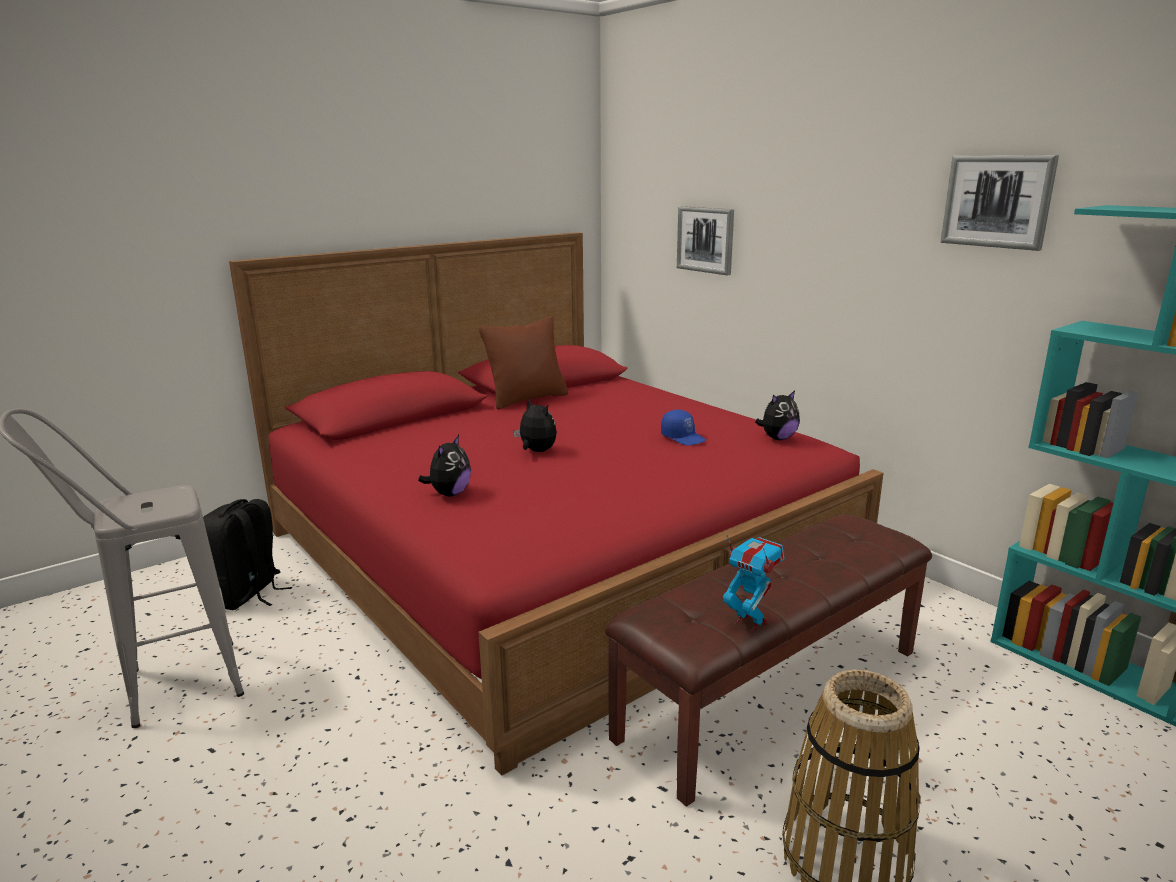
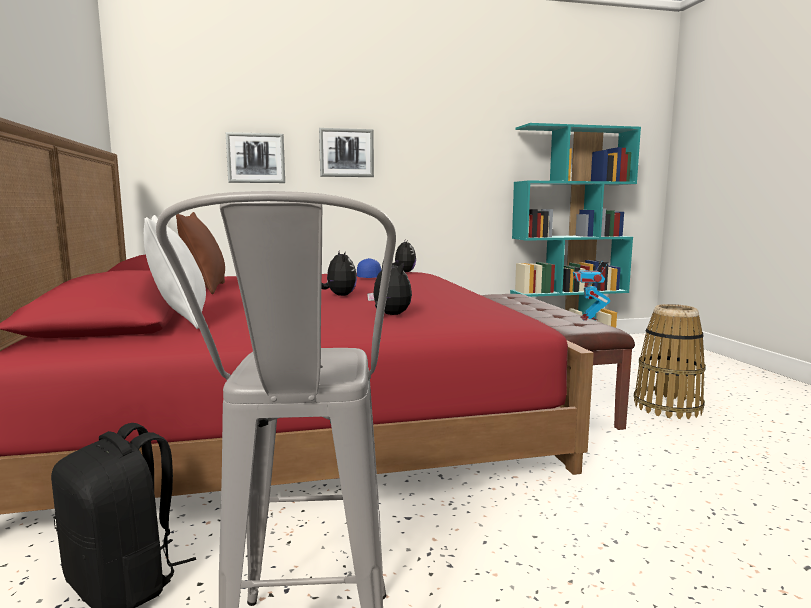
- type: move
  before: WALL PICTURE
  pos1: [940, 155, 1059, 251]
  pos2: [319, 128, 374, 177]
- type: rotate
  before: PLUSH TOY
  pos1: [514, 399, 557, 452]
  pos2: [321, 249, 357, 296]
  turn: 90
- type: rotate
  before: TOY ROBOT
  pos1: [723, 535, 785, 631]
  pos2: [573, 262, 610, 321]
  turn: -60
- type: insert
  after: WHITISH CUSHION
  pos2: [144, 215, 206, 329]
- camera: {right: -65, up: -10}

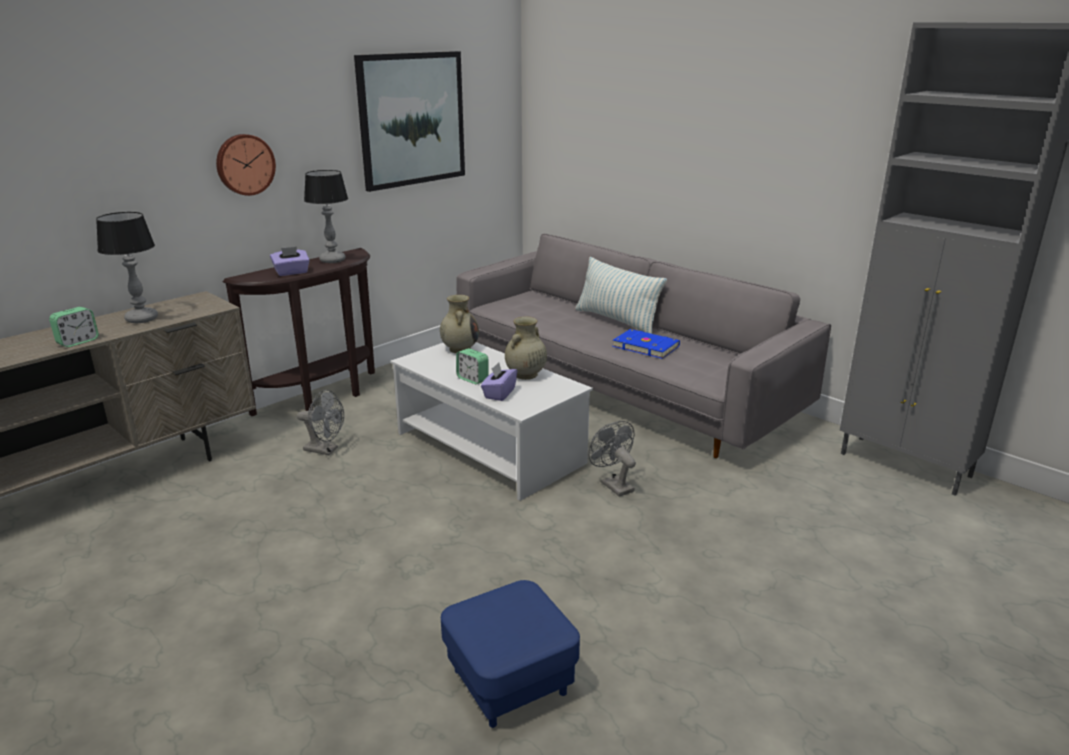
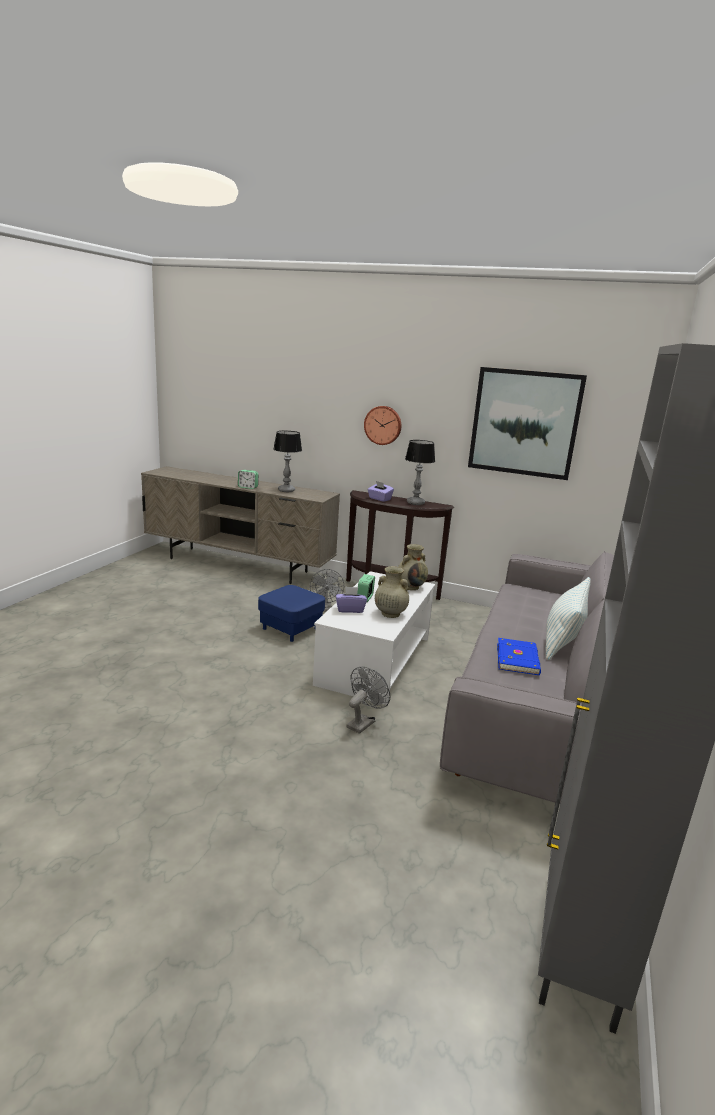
- type: move
  before: BLUE-COLOURED POUFFE
  pos1: [441, 580, 580, 728]
  pos2: [258, 585, 325, 642]
- camera: {right: 65, up: -5}

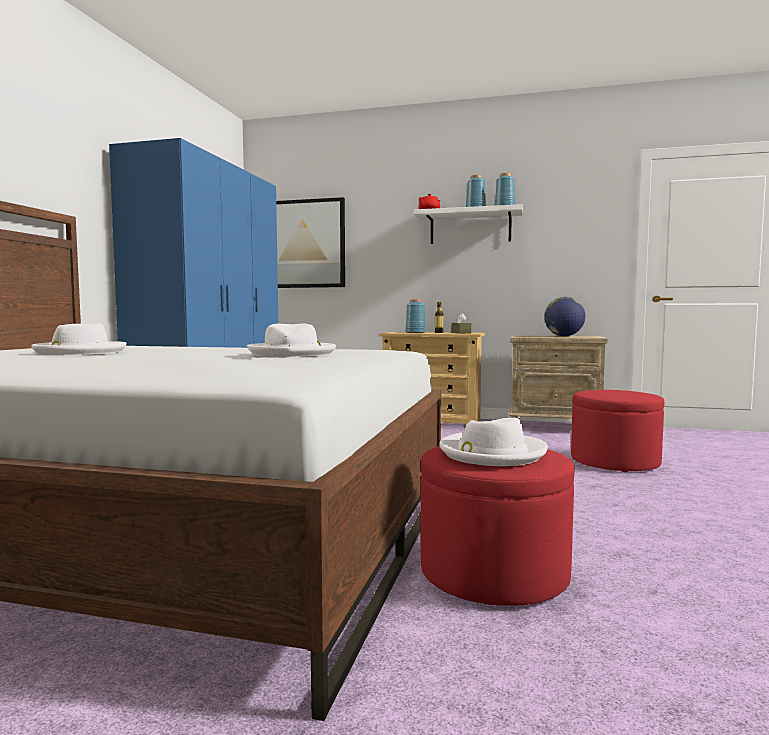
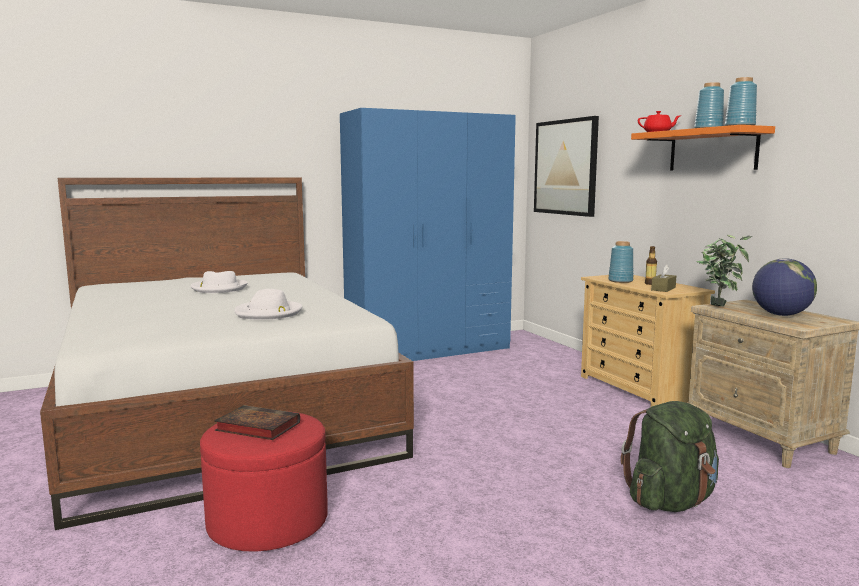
- type: recolor
  before: WHITISH BRACKET SHELF
  after: ORANGEY BRACKET SHELF
  pos1: [414, 204, 523, 244]
  pos2: [631, 125, 775, 171]
- type: replace
  before: RED-COLOURED POUFFE
  after: GREEN KNAPSACK
  pos1: [571, 390, 664, 472]
  pos2: [621, 401, 719, 512]
- type: replace
  before: WHITISH HAT
  after: BOUND BOOK
  pos1: [439, 418, 548, 466]
  pos2: [214, 405, 300, 440]
- type: insert
  after: POTTED PLANT
  pos2: [697, 235, 752, 306]
- camera: {right: 50, up: 5}

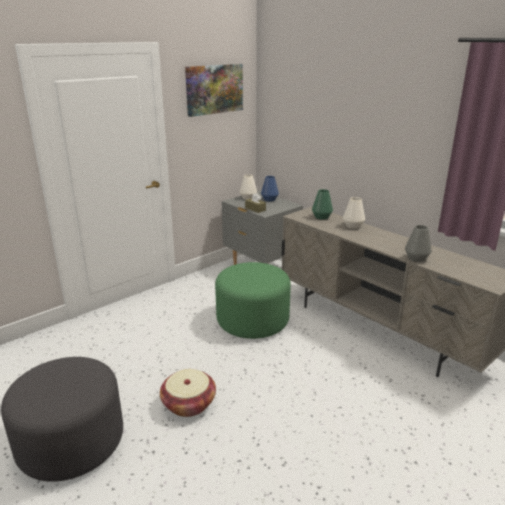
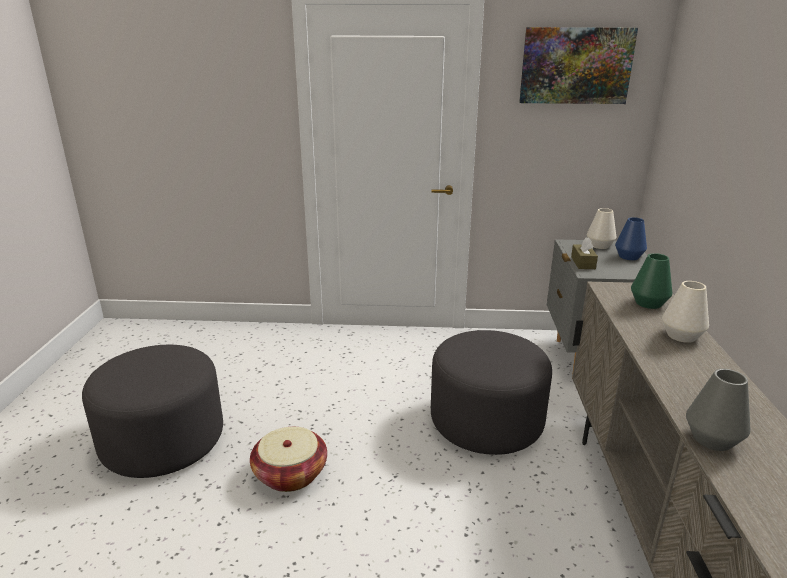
- type: recolor
  before: GREEN POUFFE
  after: GREY POUFFE
  pos1: [215, 262, 291, 339]
  pos2: [431, 330, 552, 455]
- camera: {right: 45, up: 0}

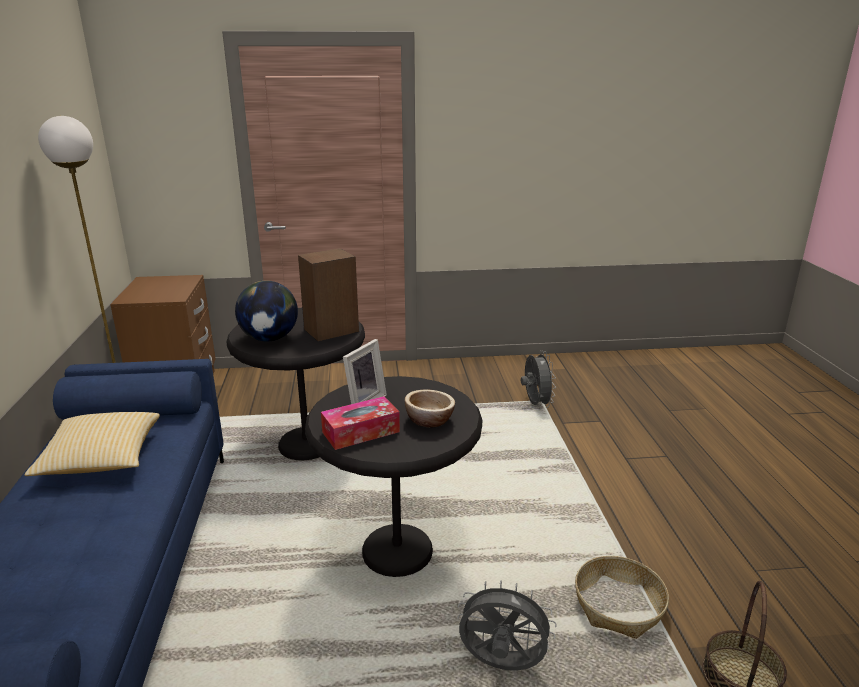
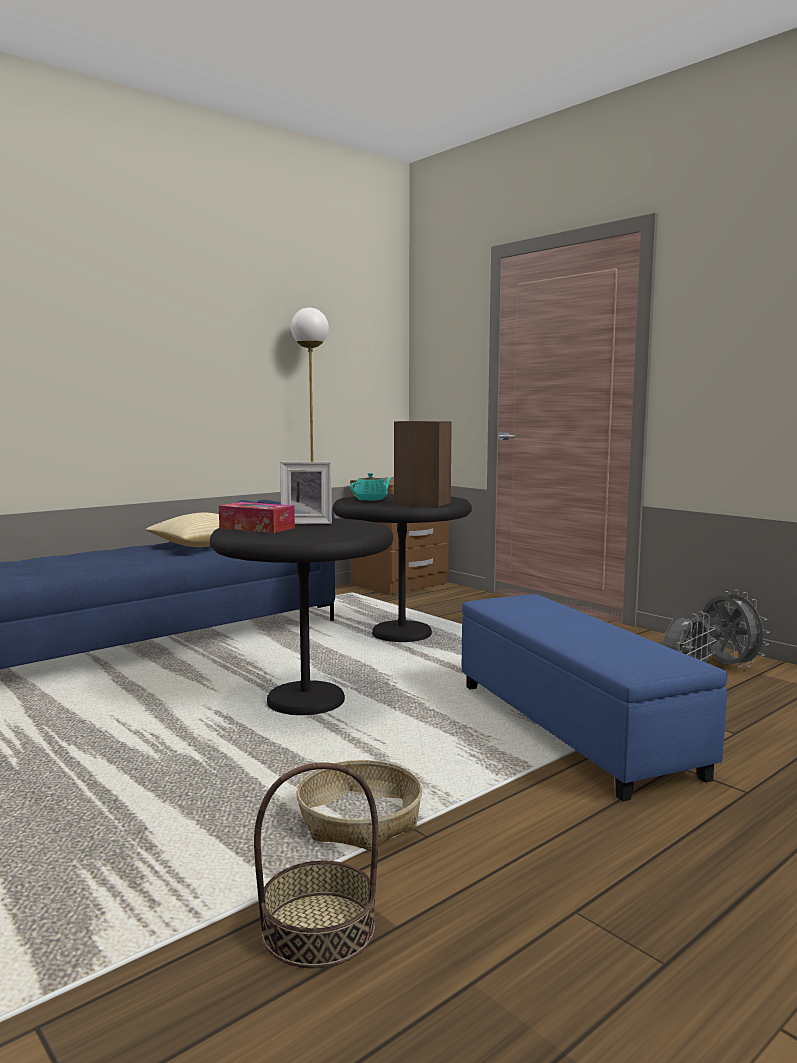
- type: replace
  before: WORLD GLOBE
  after: BLUE-GREEN POT FOR TEA
  pos1: [235, 281, 298, 341]
  pos2: [350, 473, 392, 501]
- type: delete
  before: BOWL
  pos1: [405, 390, 455, 428]
- type: move
  before: GREY COOLING FAN
  pos1: [457, 580, 557, 671]
  pos2: [701, 590, 770, 667]
- type: insert
  after: BLUE-COLOURED POUFFE
  pos2: [462, 594, 727, 801]
- camera: {right: 55, up: -15}

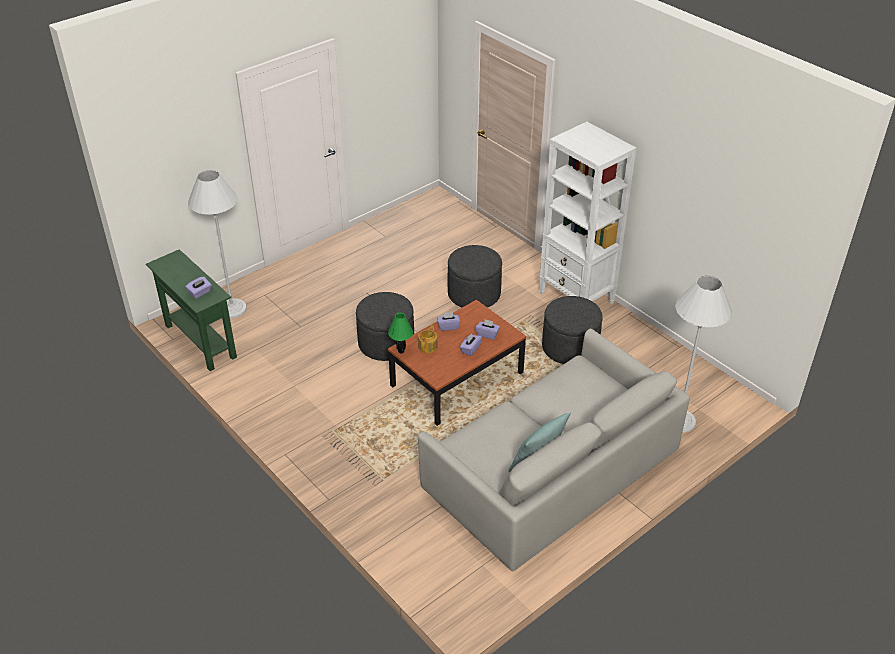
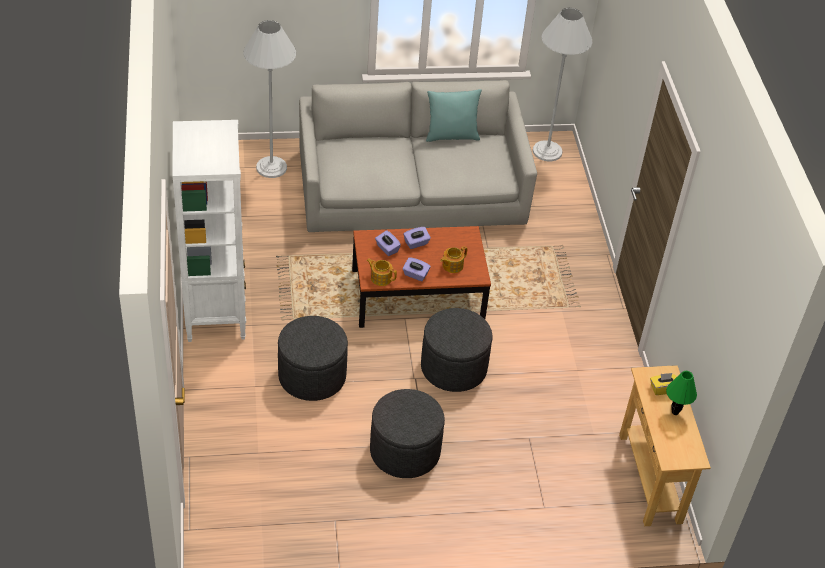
- type: move
  before: WHITISH FLOOR LAMP
  pos1: [188, 170, 247, 318]
  pos2: [533, 8, 593, 161]
- type: recolor
  before: GREEN HALL TABLE
  after: SAND-COLOURED HALL TABLE
  pos1: [146, 249, 237, 371]
  pos2: [619, 365, 711, 526]
- type: recolor
  before: PURPLE TISSUE HOLDER
  after: YELLOW TISSUE HOLDER
  pos1: [185, 276, 211, 299]
  pos2: [650, 373, 677, 395]
- type: move
  before: GREY POUFFE
  pos1: [542, 296, 603, 364]
  pos2: [370, 389, 445, 478]
- type: move
  before: GREEN TABLETOP LAMP
  pos1: [388, 313, 413, 354]
  pos2: [666, 371, 697, 415]
- type: insert
  after: POT FOR TEA
  pos2: [367, 259, 397, 286]
- camera: {right: -150, up: 5}

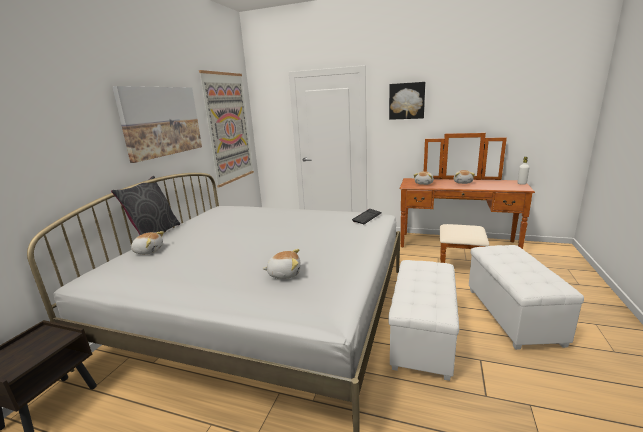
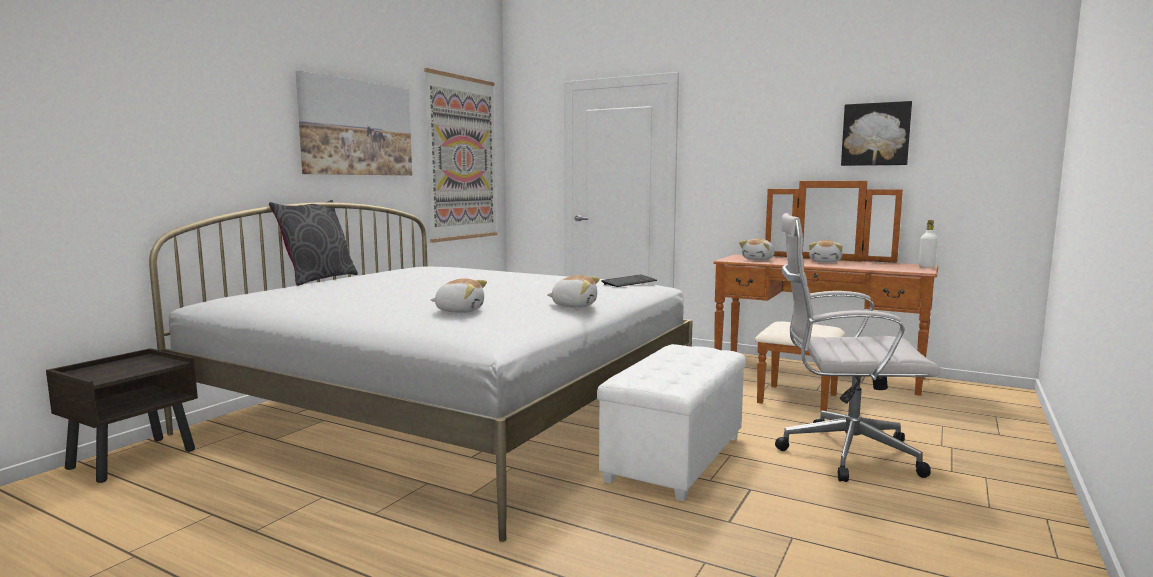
- type: move
  before: WALL PICTURE
  pos1: [389, 82, 425, 120]
  pos2: [841, 101, 912, 166]
- type: move
  before: PLUSH TOY
  pos1: [131, 231, 164, 254]
  pos2: [547, 275, 600, 308]
- type: replace
  before: WHITISH POUFFE
  after: WHITISH DESK CHAIR
  pos1: [469, 245, 584, 350]
  pos2: [775, 213, 941, 482]
- camera: {right: 10, up: -10}

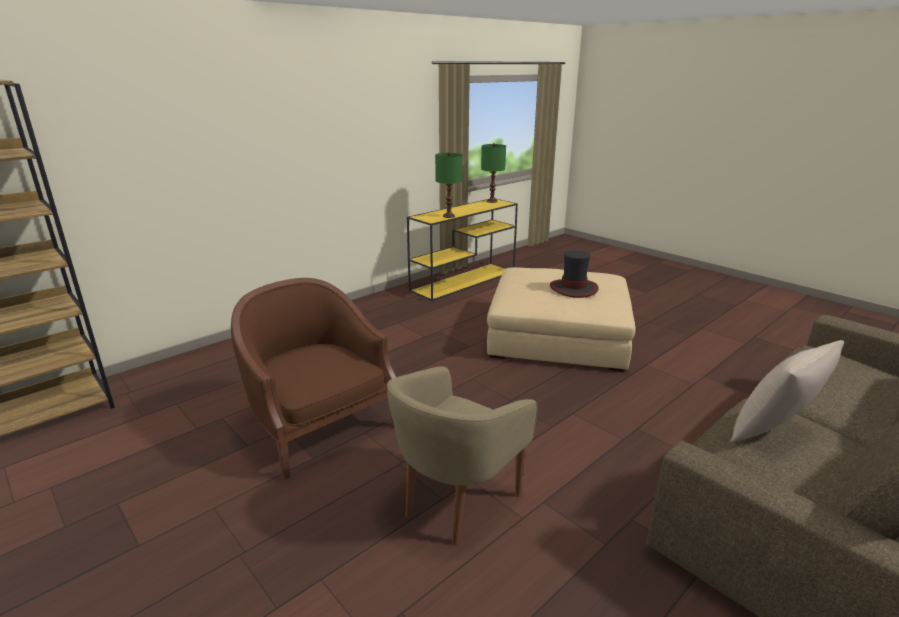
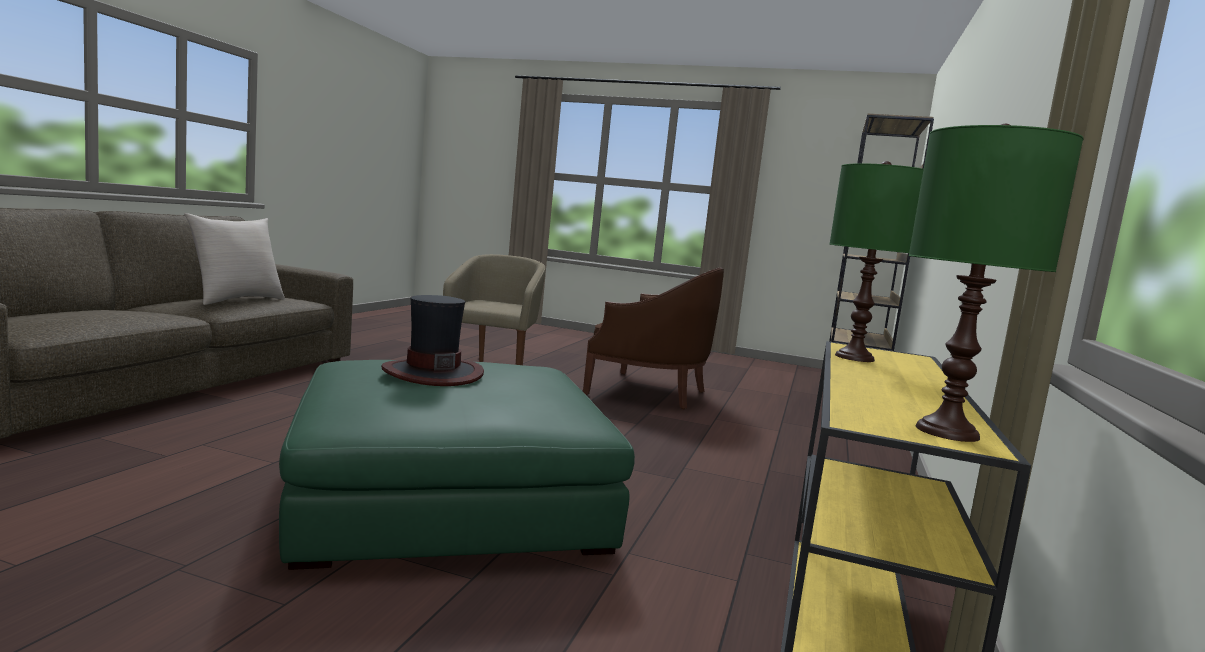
- type: recolor
  before: SAND-COLOURED POUFFE
  after: GREEN POUFFE
  pos1: [487, 267, 635, 372]
  pos2: [279, 360, 635, 570]
- camera: {right: 150, up: -15}

